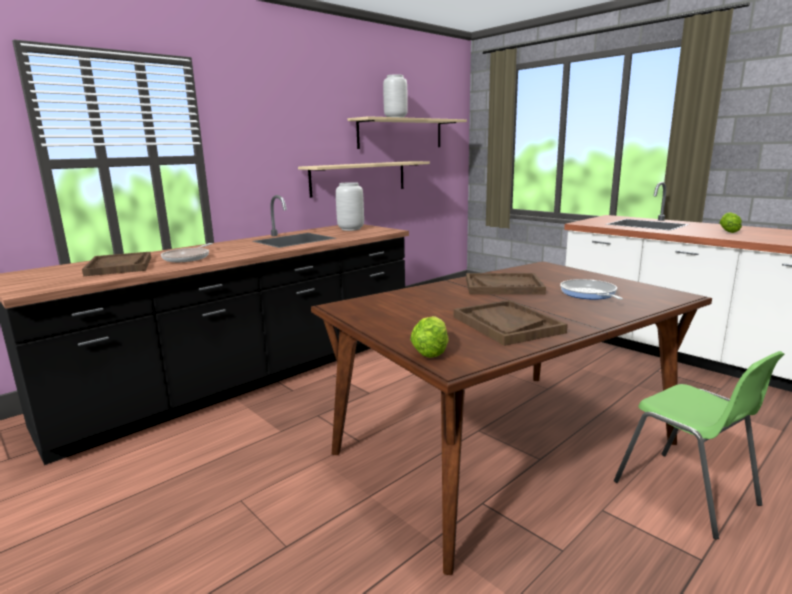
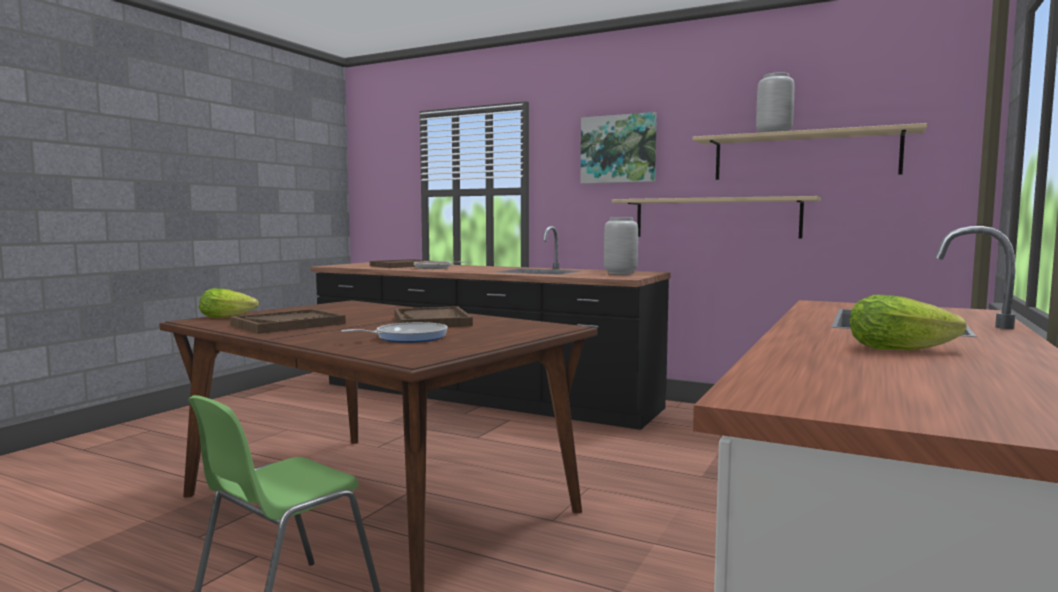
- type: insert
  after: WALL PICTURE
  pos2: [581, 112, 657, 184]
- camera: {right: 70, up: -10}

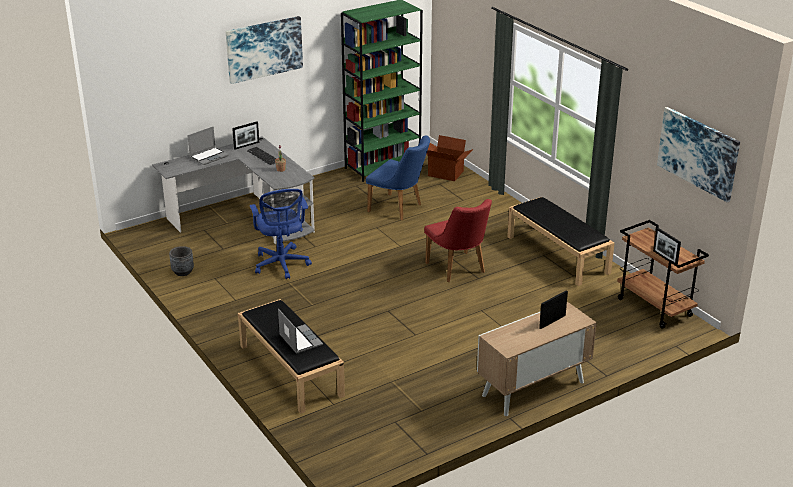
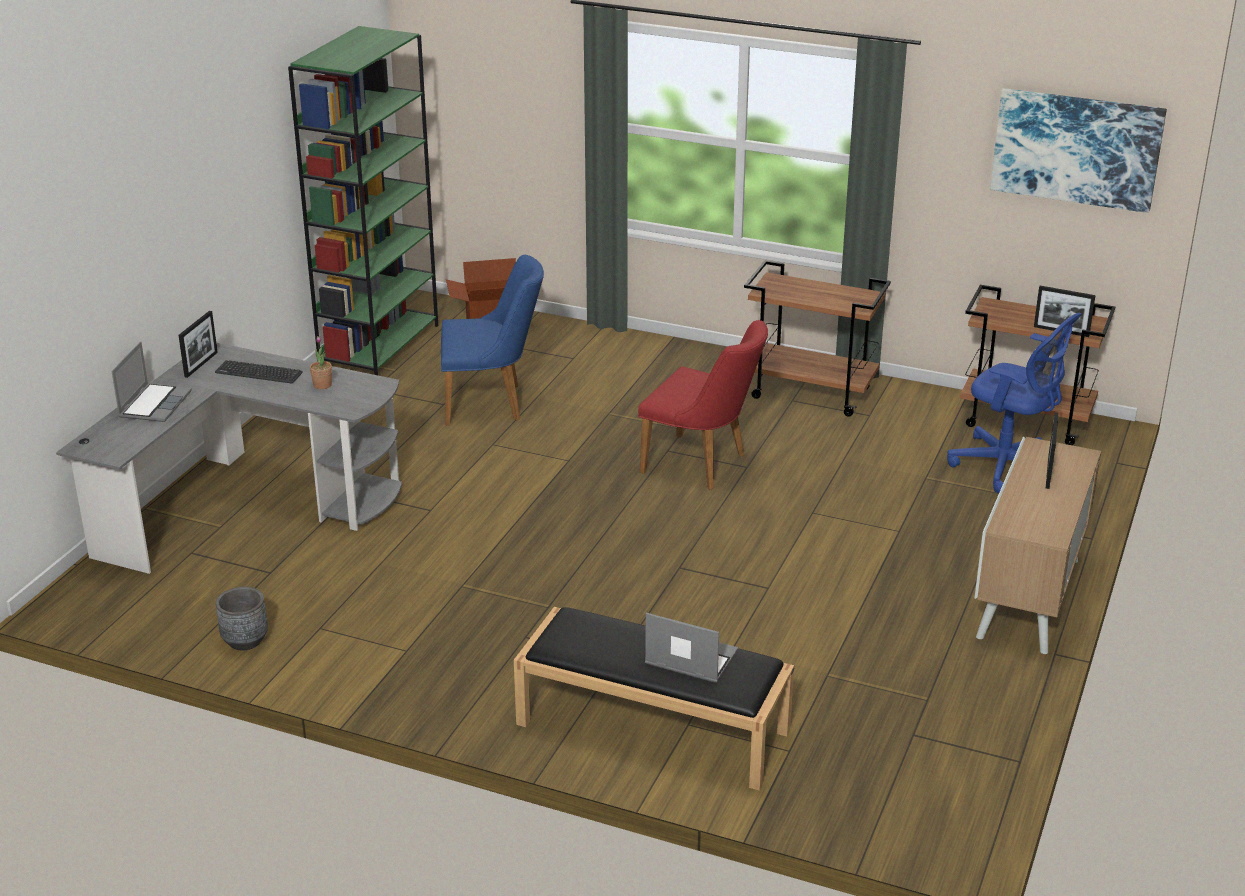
- type: delete
  before: WALL PICTURE
  pos1: [226, 16, 303, 84]
- type: move
  before: BLUE-COLOURED DESK CHAIR
  pos1: [250, 189, 312, 279]
  pos2: [947, 313, 1082, 493]
- type: replace
  before: BLACK LONG SEAT
  after: BROWNISH CART
  pos1: [507, 197, 614, 286]
  pos2: [744, 260, 891, 417]
- camera: {right: -35, up: 0}

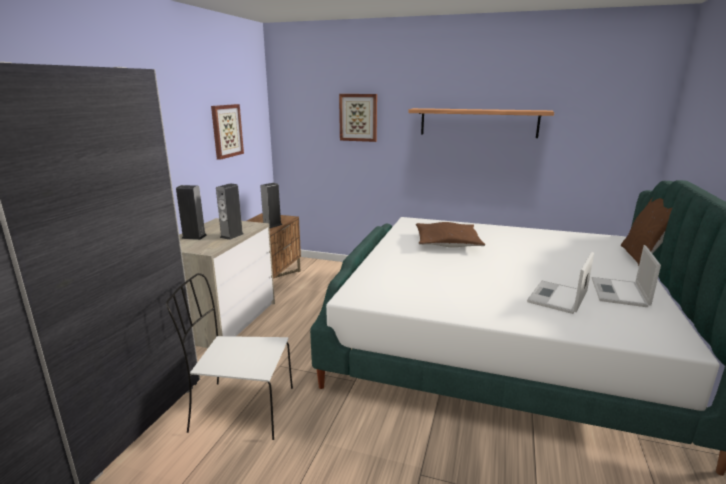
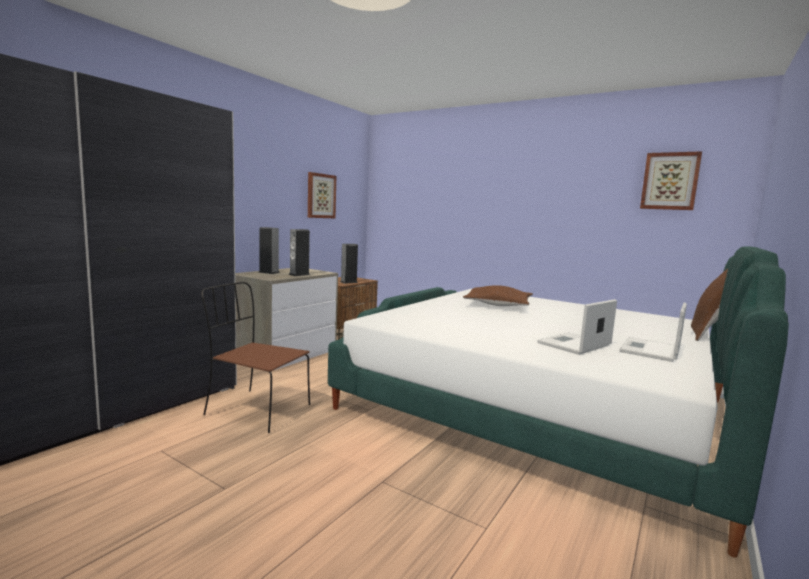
- type: move
  before: WALL PICTURE
  pos1: [339, 94, 377, 142]
  pos2: [640, 151, 702, 210]
- type: delete
  before: BRACKET SHELF
  pos1: [408, 108, 554, 138]
- type: recolor
  before: WHITISH UPRIGHT CHAIR
  after: BROWNISH UPRIGHT CHAIR
  pos1: [166, 273, 293, 440]
  pos2: [201, 282, 310, 433]
- camera: {right: 15, up: -10}

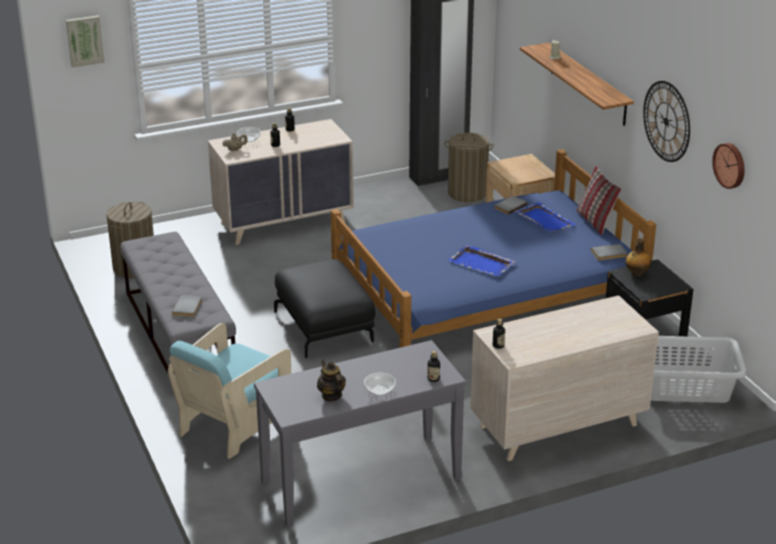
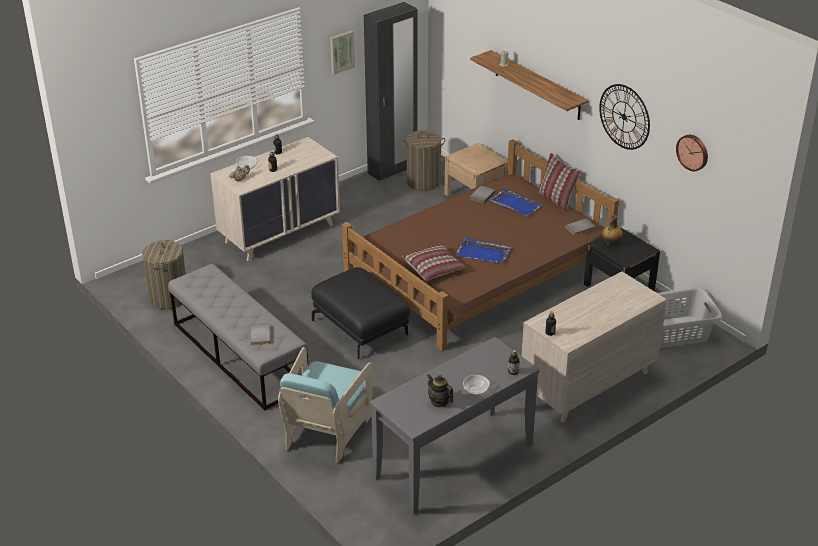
- type: move
  before: WALL PICTURE
  pos1: [66, 16, 105, 68]
  pos2: [330, 30, 355, 75]
- type: recolor
  before: BLUE-COLOURED BED
  after: BROWNISH BED
  pos1: [331, 149, 656, 348]
  pos2: [342, 139, 619, 351]
- type: insert
  after: CUSHION
  pos2: [402, 243, 466, 281]
- camera: {right: -15, up: 5}

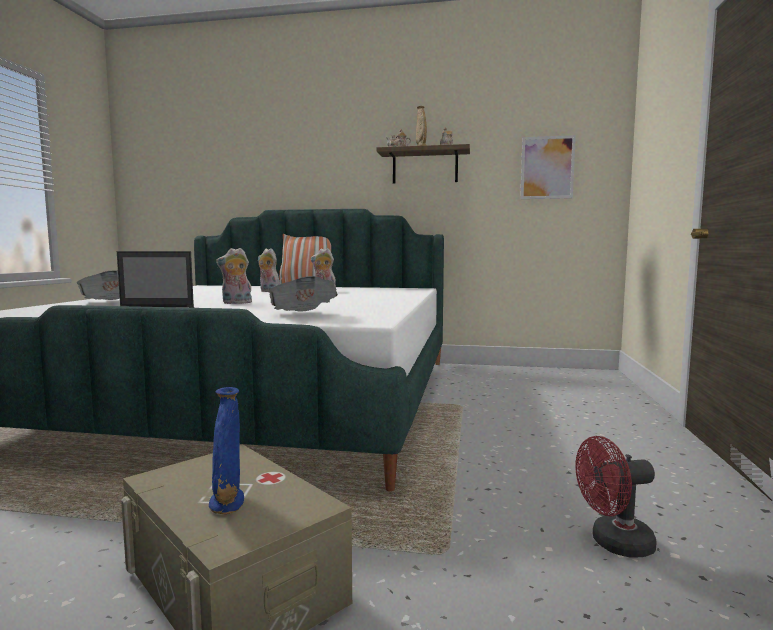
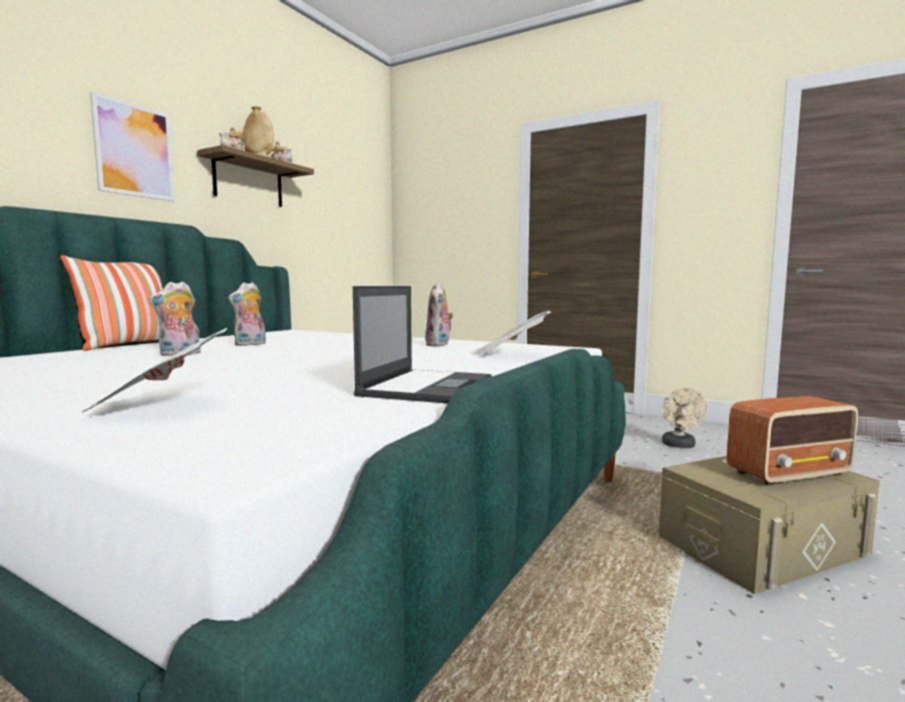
- type: move
  before: WALL PICTURE
  pos1: [520, 135, 576, 199]
  pos2: [90, 92, 175, 202]
- type: move
  before: PLUSH TOY
  pos1: [216, 248, 254, 304]
  pos2: [425, 282, 453, 347]
- type: replace
  before: BLUE-COLOURED DECORATIVE VASE
  after: RADIO RECEIVER
  pos1: [209, 387, 244, 514]
  pos2: [727, 396, 858, 485]
- type: recolor
  before: RED-COLOURED COOLING FAN
  after: SAND-COLOURED COOLING FAN
  pos1: [575, 436, 657, 558]
  pos2: [662, 388, 708, 448]
- camera: {right: -70, up: 0}

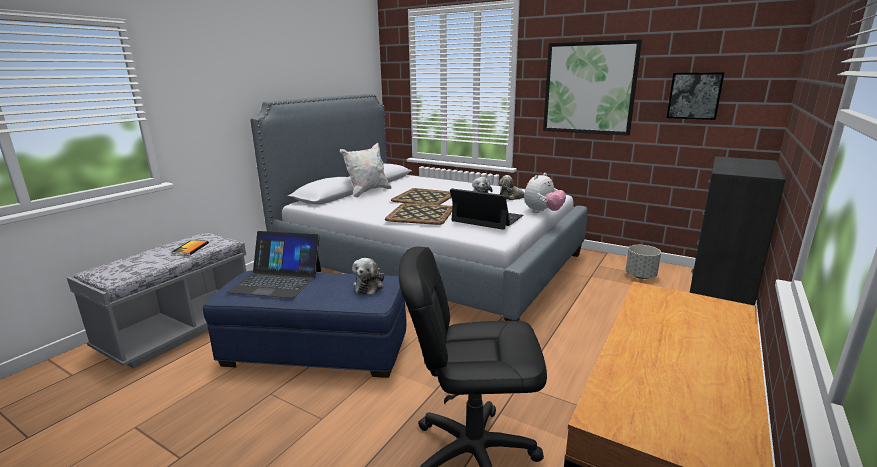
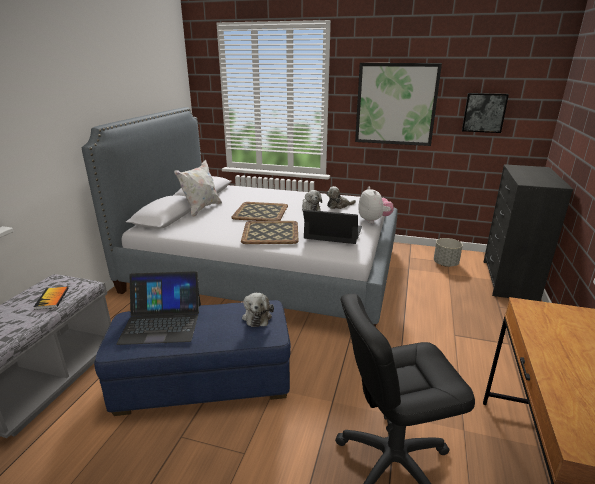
- type: rotate
  before: PLUSH TOY
  pos1: [524, 173, 566, 213]
  pos2: [358, 187, 394, 223]
  turn: -45
- camera: {right: -15, up: 5}

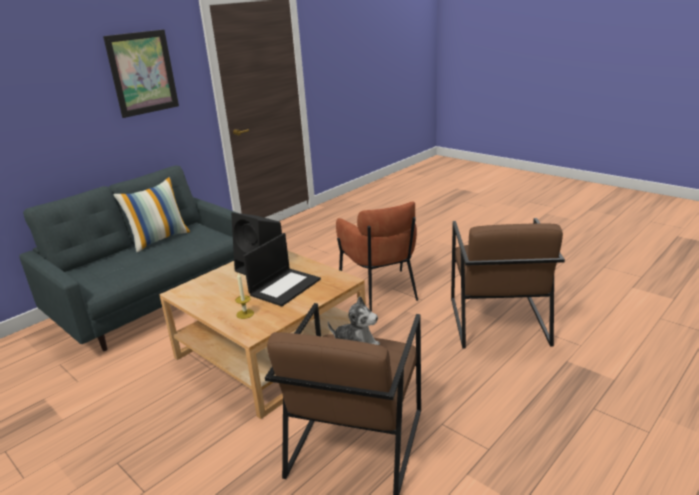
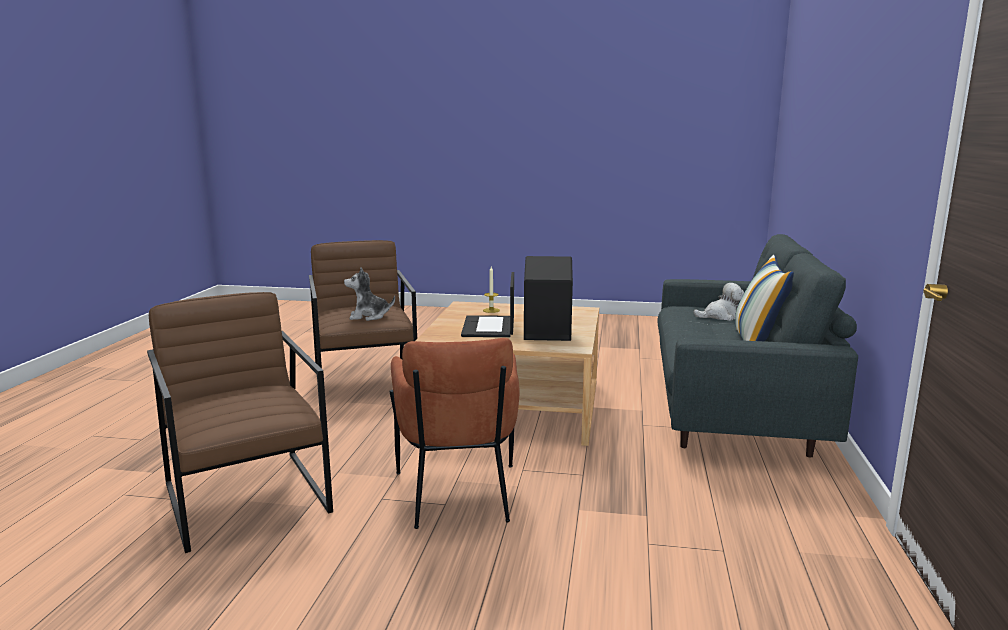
- type: delete
  before: WALL PICTURE
  pos1: [103, 29, 179, 118]
- type: rotate
  before: BROWNISH ARMCHAIR
  pos1: [336, 201, 418, 312]
  pos2: [389, 338, 519, 529]
  turn: -135
- type: insert
  after: PLUSH TOY
  pos2: [693, 283, 744, 321]
- camera: {right: 145, up: -10}

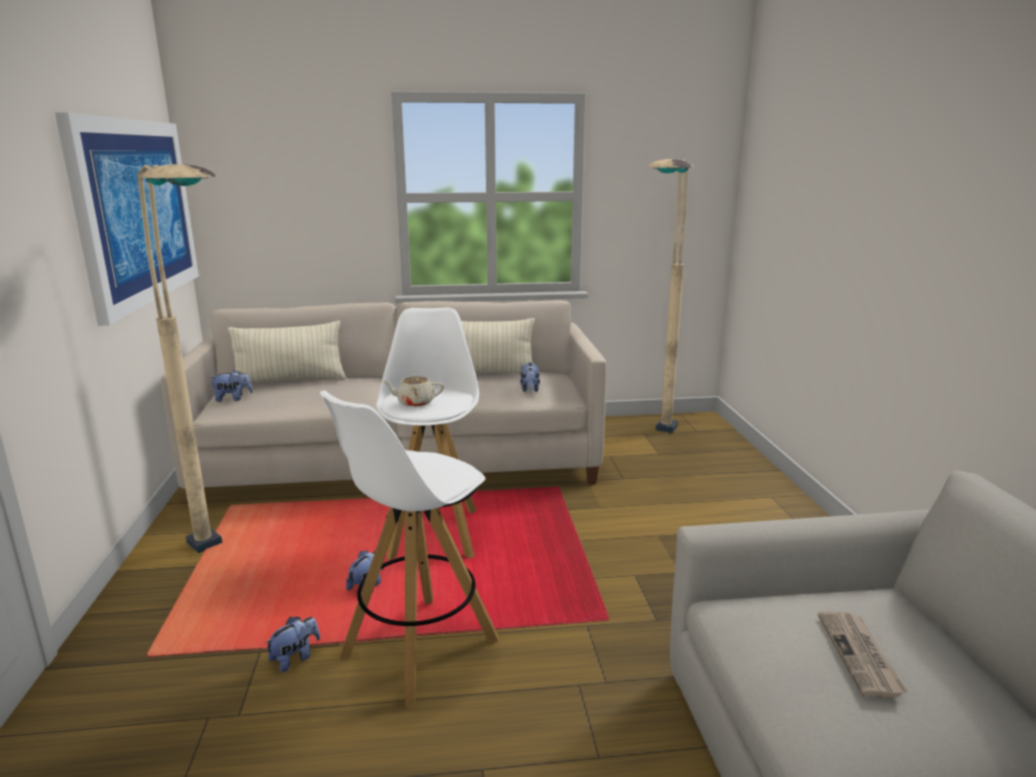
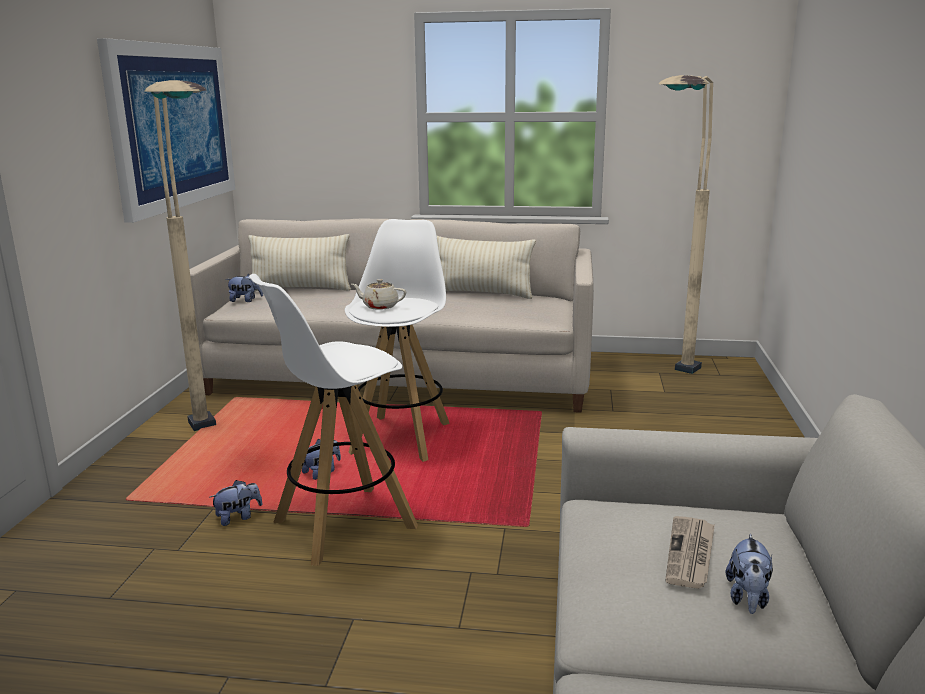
- type: move
  before: PLUSH TOY
  pos1: [520, 363, 540, 392]
  pos2: [725, 534, 773, 614]
- camera: {right: 15, up: 0}

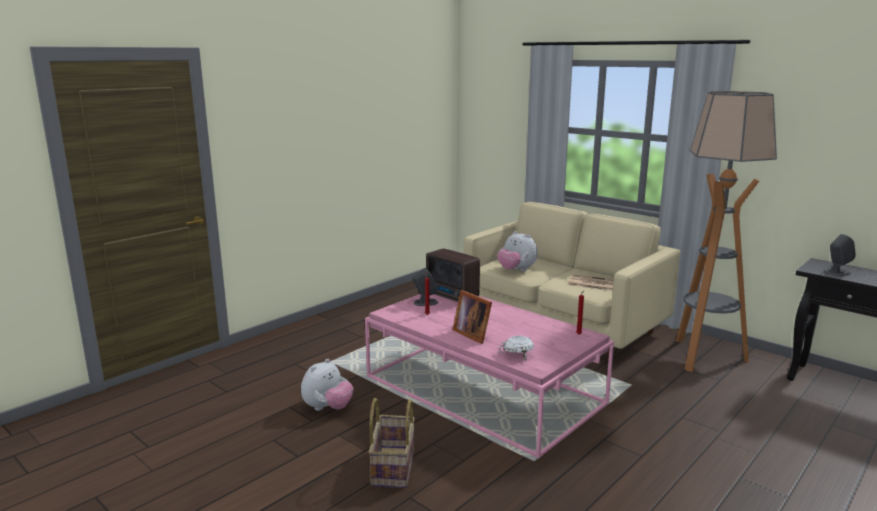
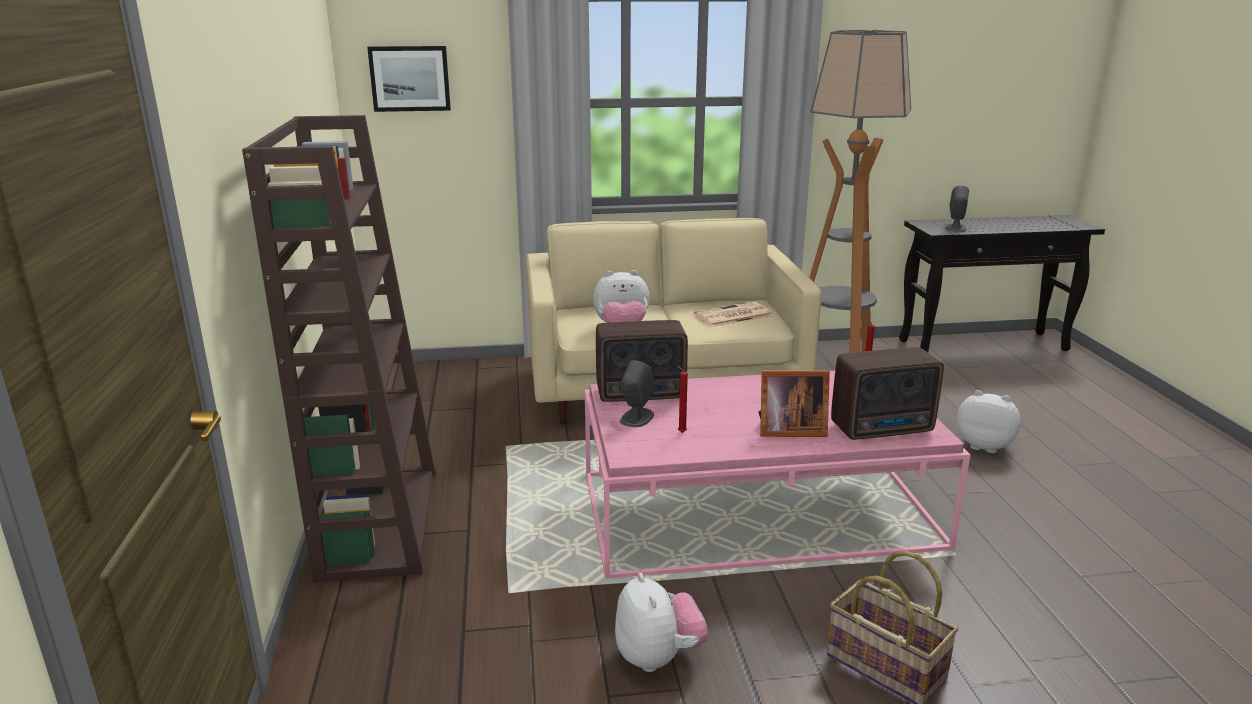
- type: replace
  before: WHITISH BOWL
  after: RADIO RECEIVER
  pos1: [499, 336, 534, 362]
  pos2: [831, 347, 944, 440]
- type: insert
  after: WALL PICTURE
  pos2: [367, 46, 451, 112]
- type: insert
  after: BROWNISH BOOKCASE
  pos2: [242, 115, 436, 583]
- type: insert
  after: PLUSH TOY
  pos2: [957, 390, 1021, 453]
- camera: {right: -50, up: 5}

